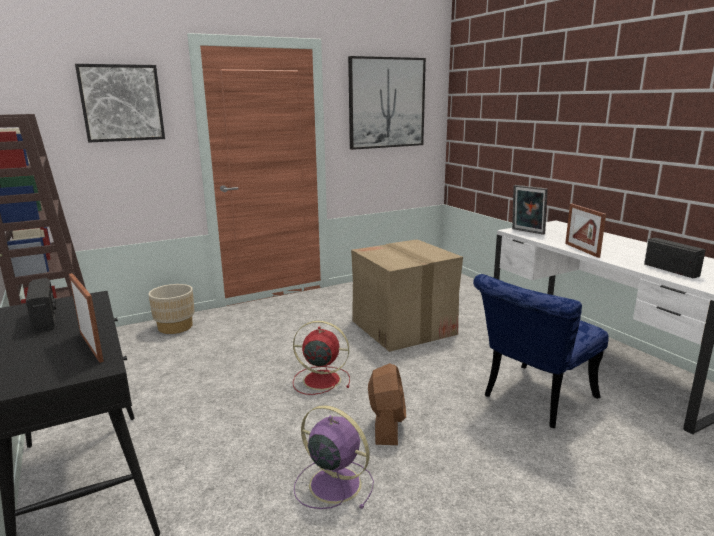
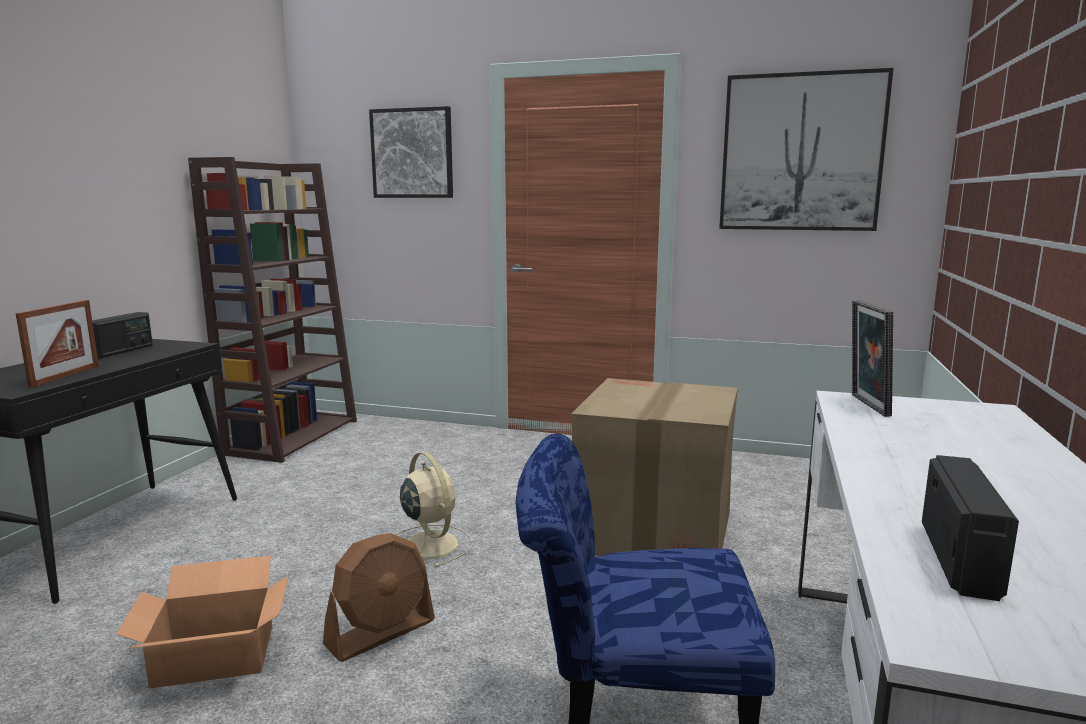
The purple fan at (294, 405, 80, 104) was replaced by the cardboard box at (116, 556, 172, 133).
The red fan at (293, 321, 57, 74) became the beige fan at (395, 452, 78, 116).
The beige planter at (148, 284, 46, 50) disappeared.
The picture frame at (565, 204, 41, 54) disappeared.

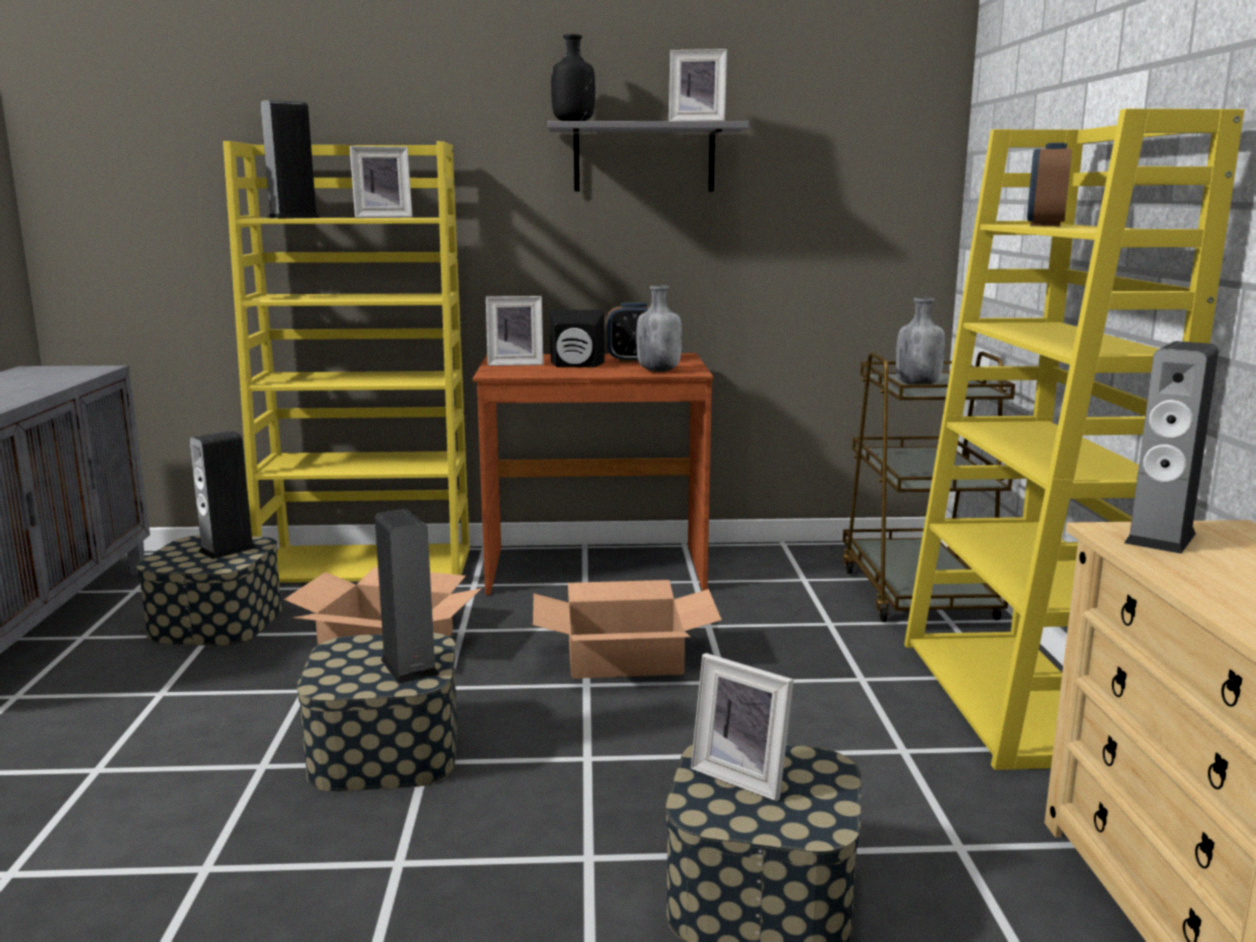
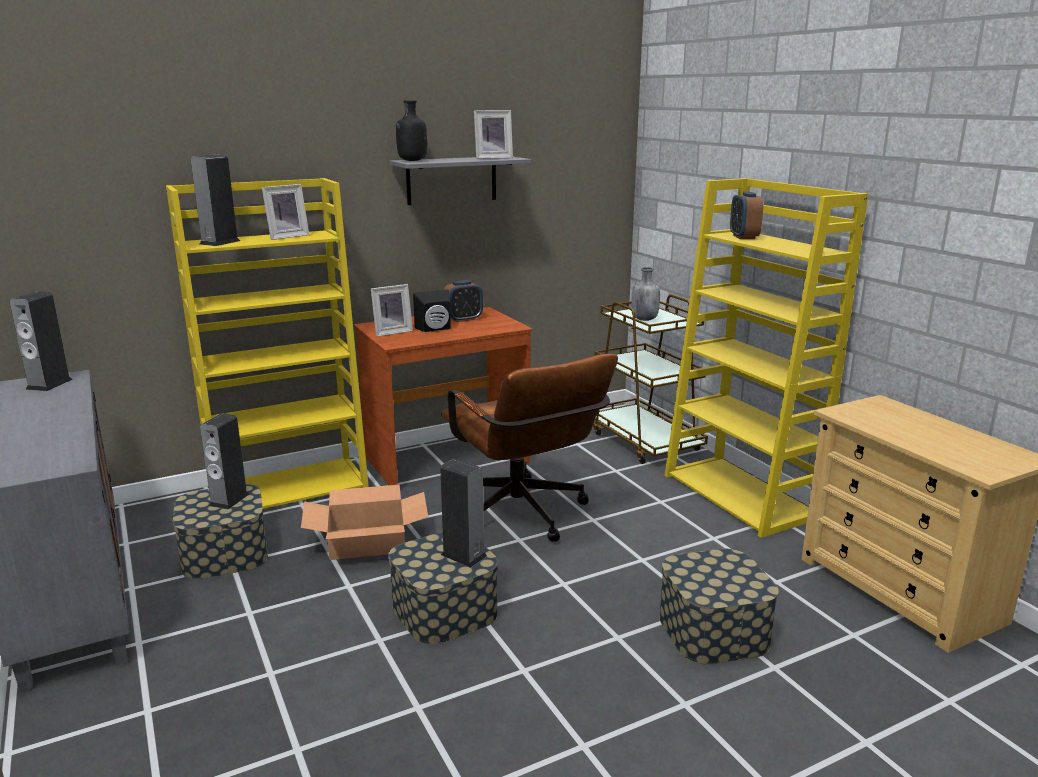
The speaker moved from (1124, 341, 95, 213) to (9, 291, 64, 100).
The cardboard box at (533, 580, 189, 99) was replaced by the brown office chair at (441, 354, 177, 188).
The grey bottle at (636, 285, 46, 87) disappeared.
The picture frame at (691, 653, 103, 148) disappeared.

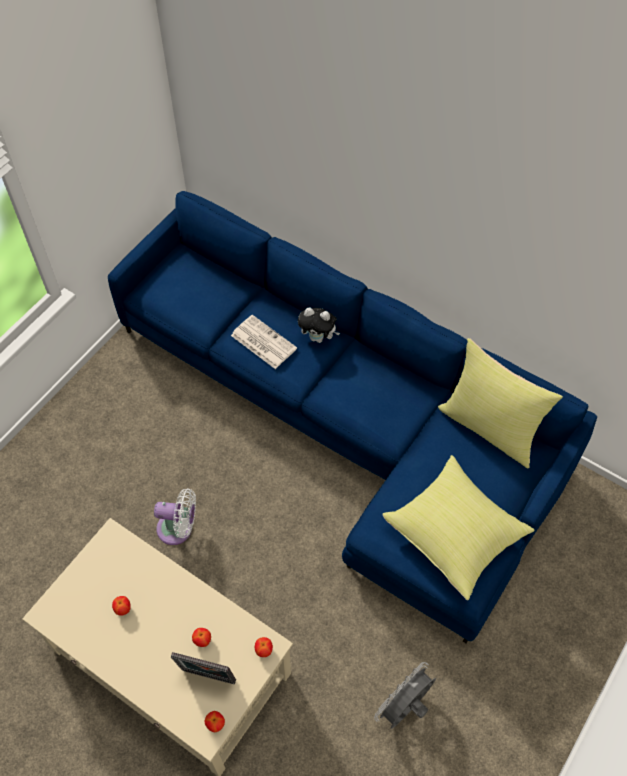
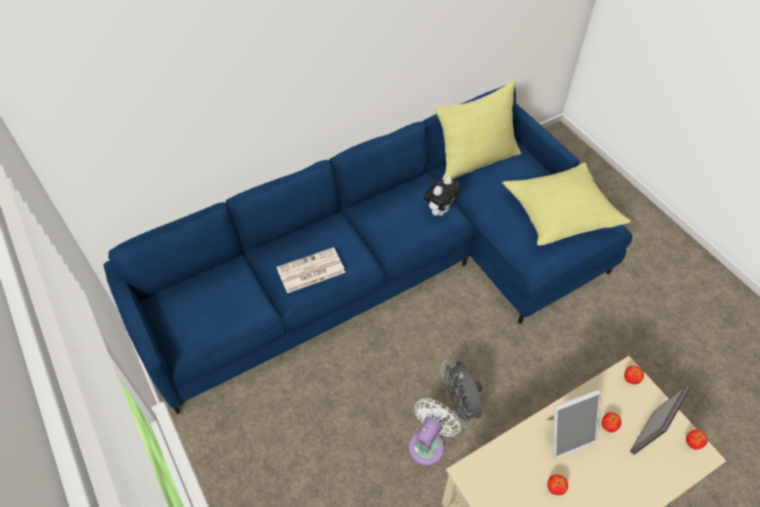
The plush toy moved from (298, 308, 42, 35) to (424, 176, 37, 40).
The grey fan moved from (374, 662, 62, 67) to (440, 361, 43, 67).
The picture frame at (546, 389, 55, 70) appeared.

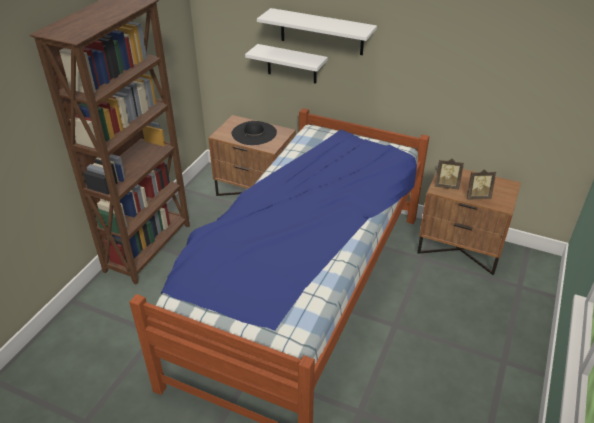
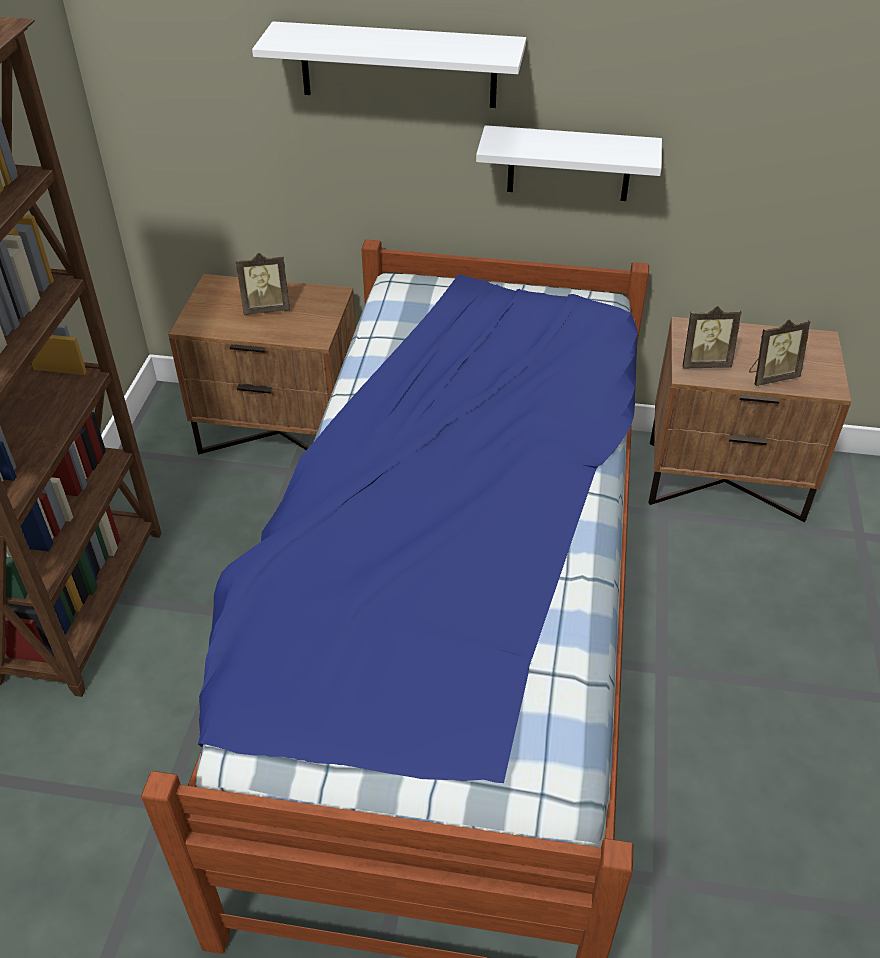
The black hat at (232, 121, 45, 24) was replaced by the picture frame at (236, 253, 54, 62).
The white shelf moved from (245, 44, 83, 40) to (476, 125, 186, 76).

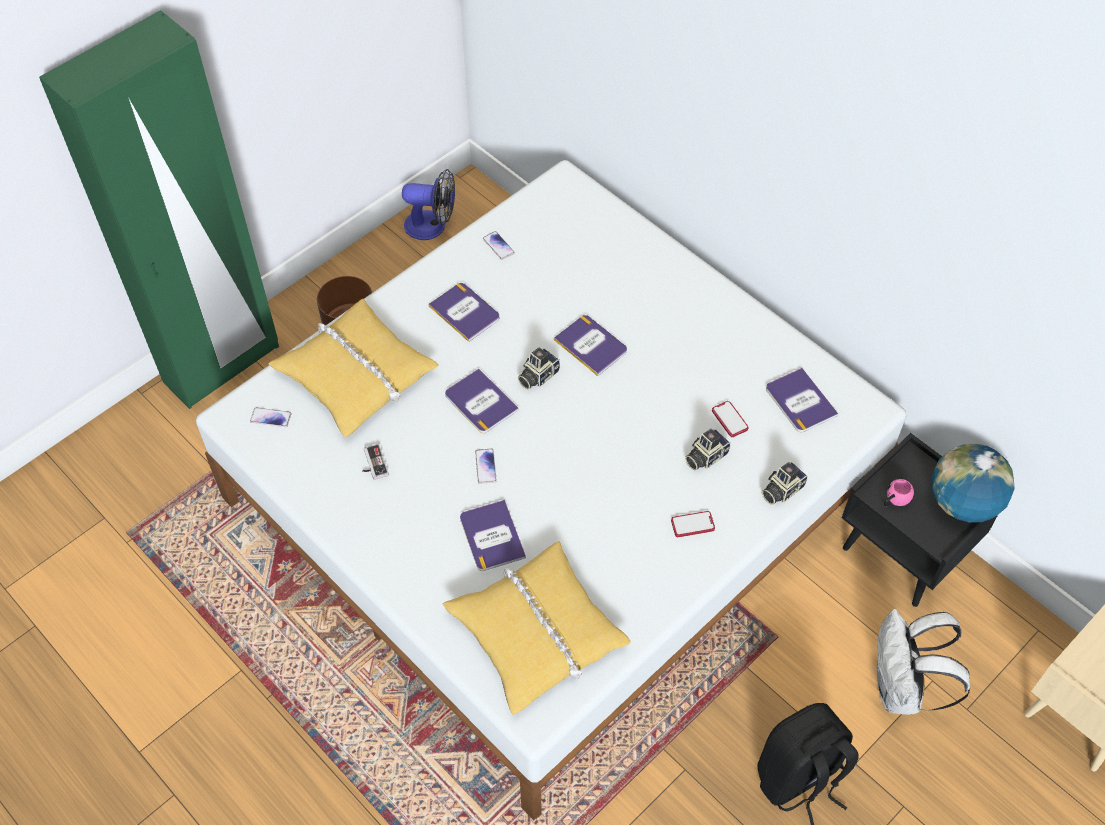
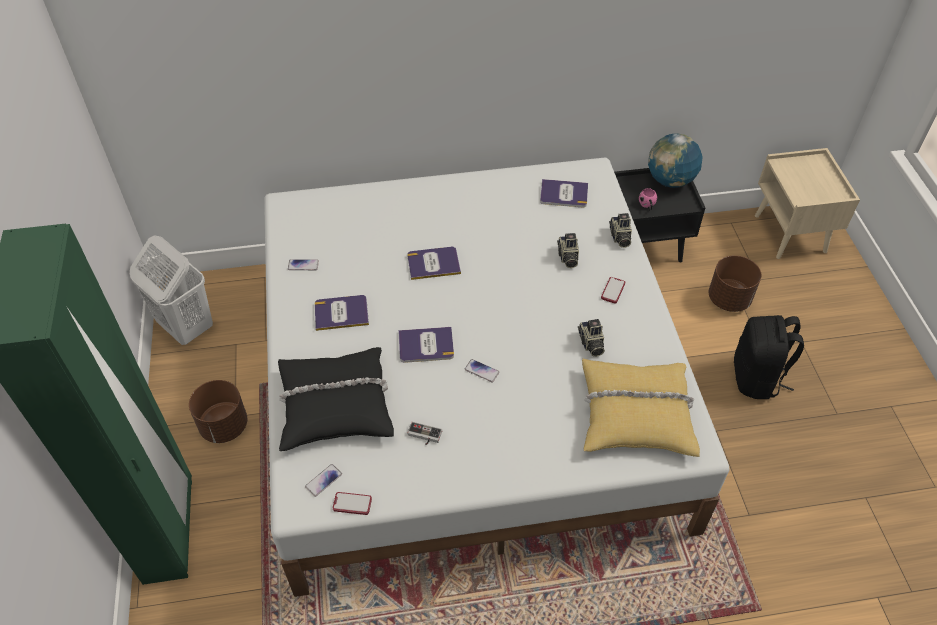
The fan at (402, 169, 53, 71) was replaced by the white laundry basket at (130, 235, 83, 110).
The yellow pillow at (269, 299, 169, 139) became the black pillow at (278, 347, 116, 104).
The phone moved from (712, 401, 37, 36) to (333, 492, 39, 23).
The photo camera moved from (518, 347, 42, 42) to (578, 319, 27, 38).
The white backpack at (876, 609, 94, 106) was replaced by the brown planter at (709, 256, 52, 56).
The book at (460, 500, 66, 71) disappeared.

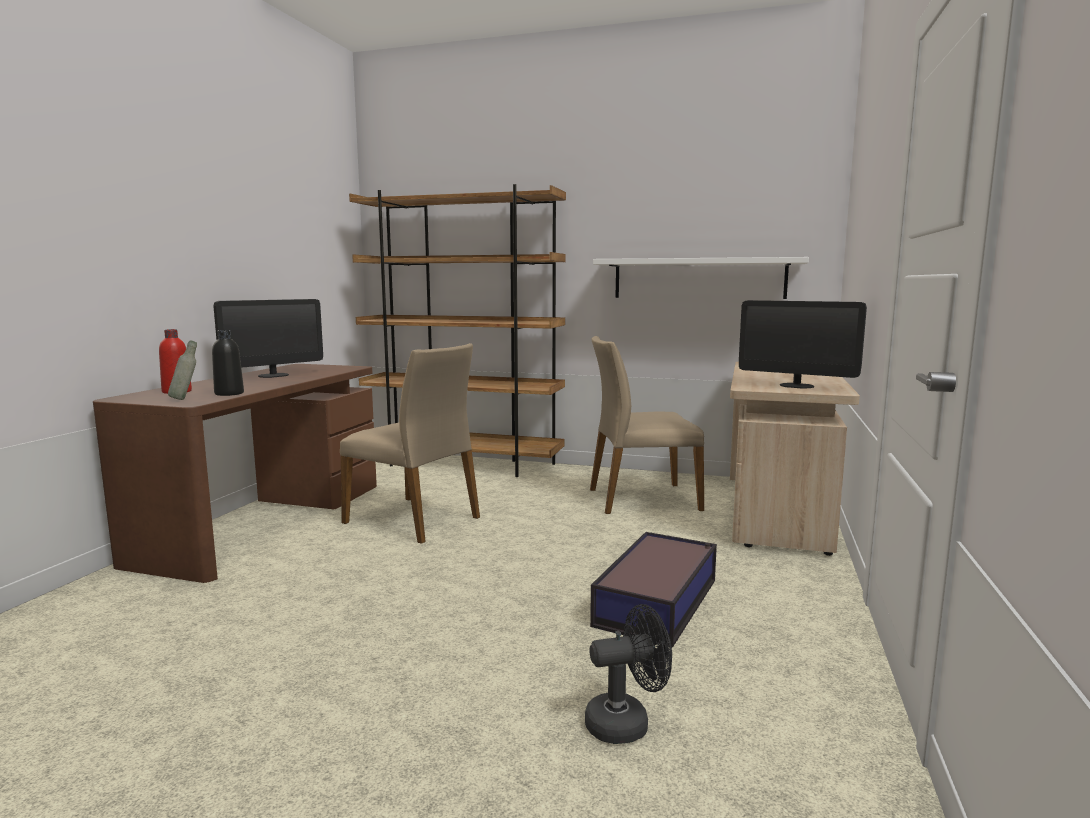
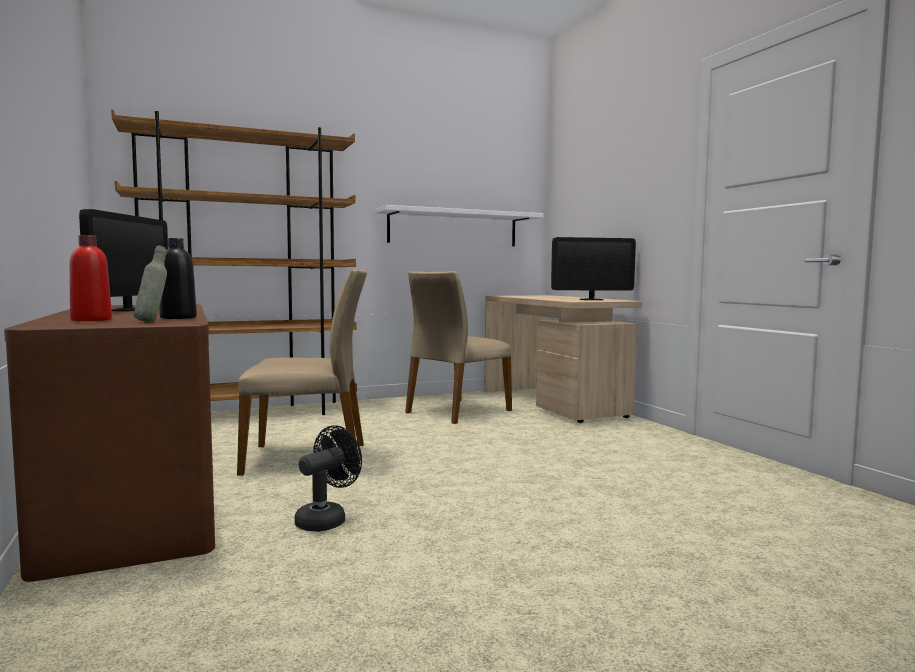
The black fan moved from (585, 604, 87, 140) to (295, 425, 67, 107).
The storage box at (590, 532, 127, 116) disappeared.

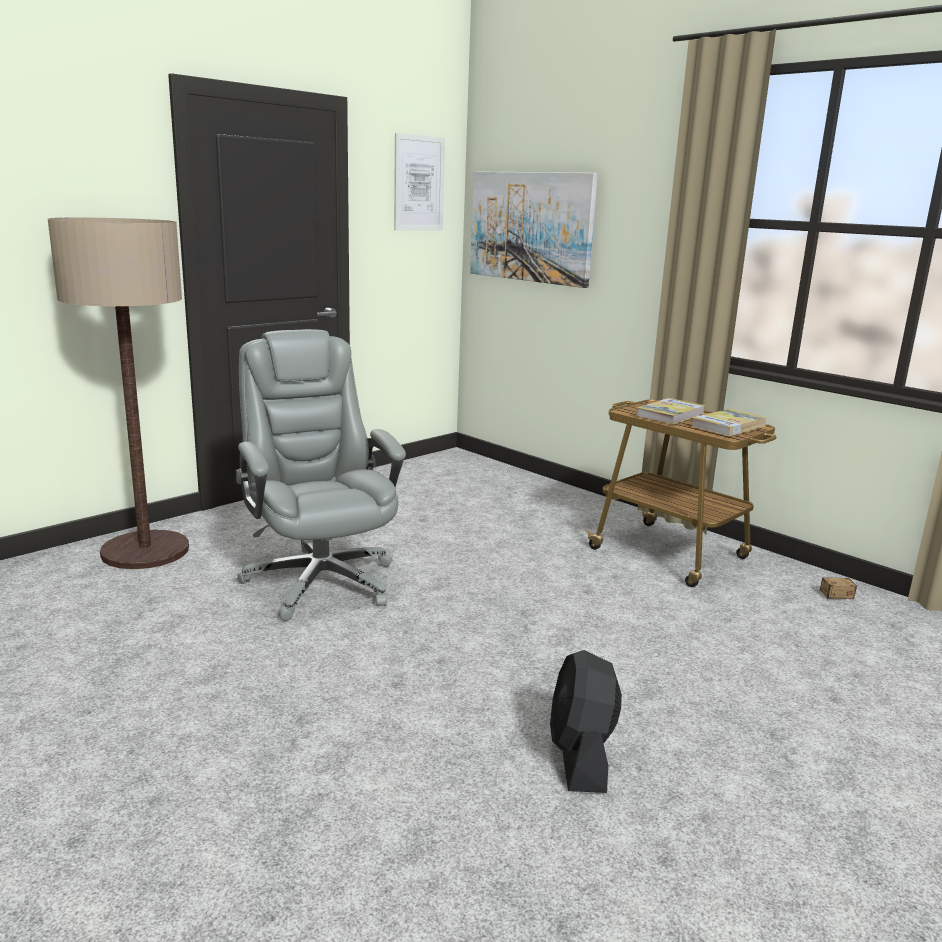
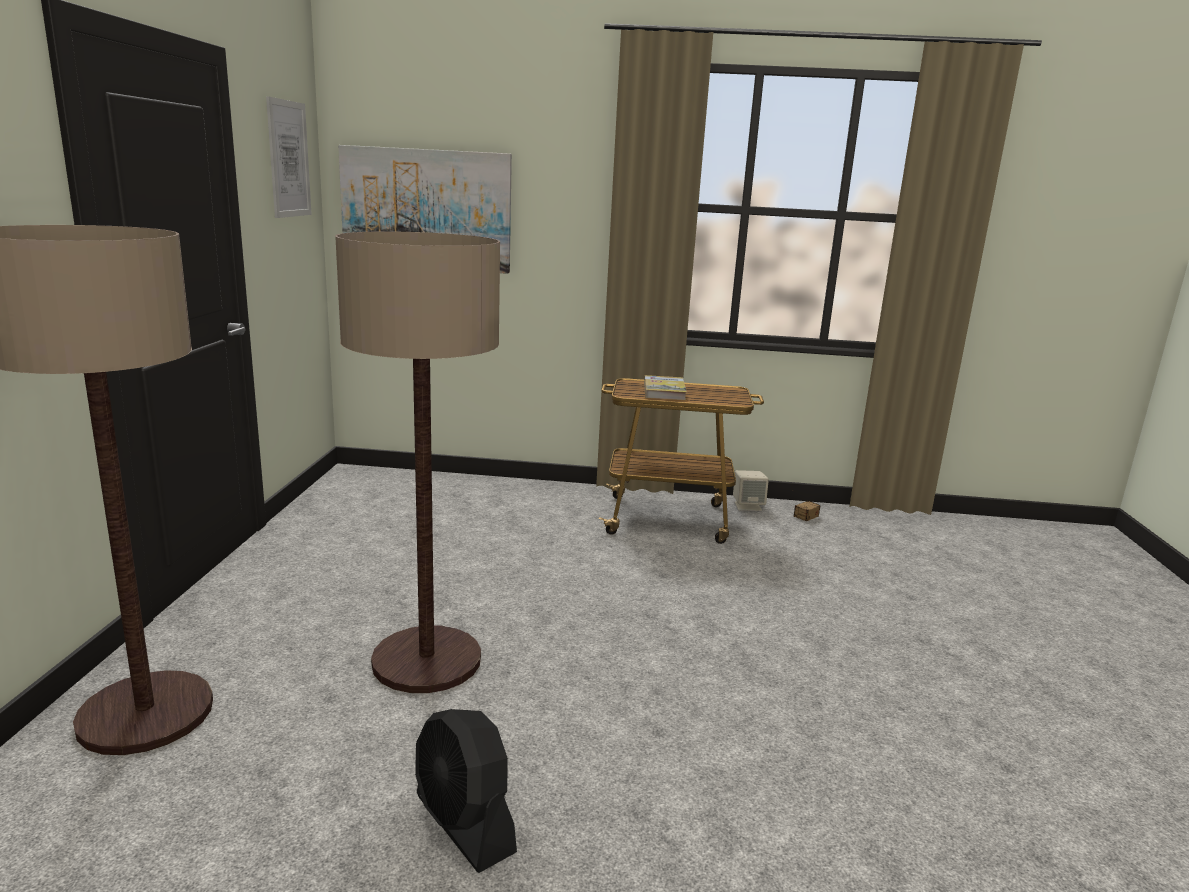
The grey office chair at (235, 329, 171, 292) was replaced by the floor lamp at (335, 231, 165, 462).
The black fan moved from (550, 650, 72, 143) to (415, 709, 102, 164).
The beige speaker at (733, 470, 36, 41) appeared.
The book at (691, 409, 76, 28) disappeared.

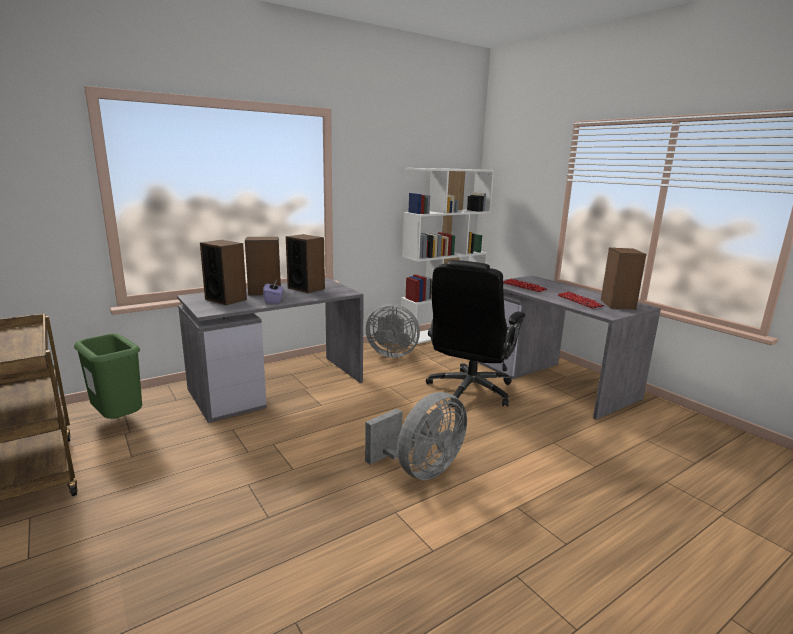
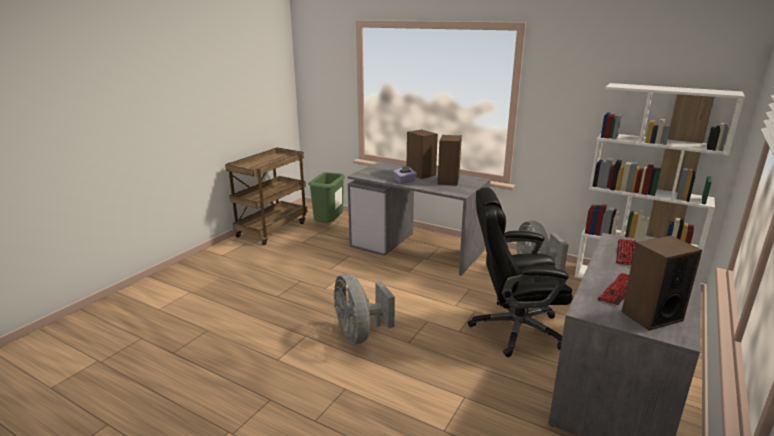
The grey fan at (365, 392, 102, 88) turned 45 degrees clockwise.
The speaker at (200, 240, 47, 65) disappeared.

